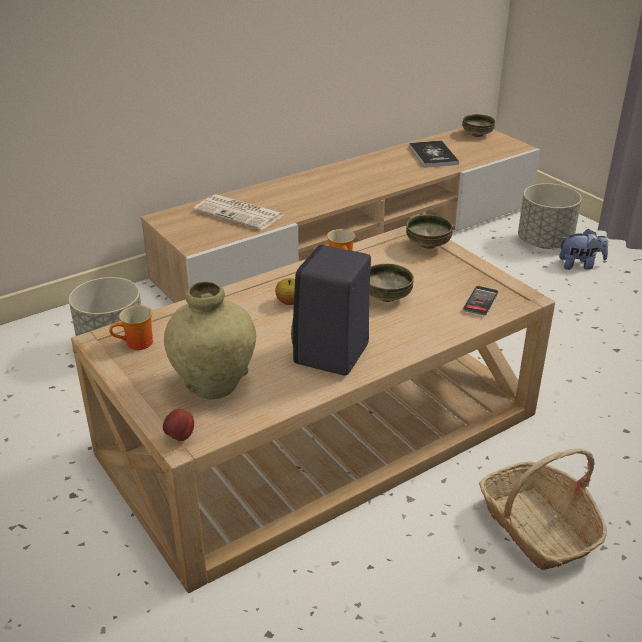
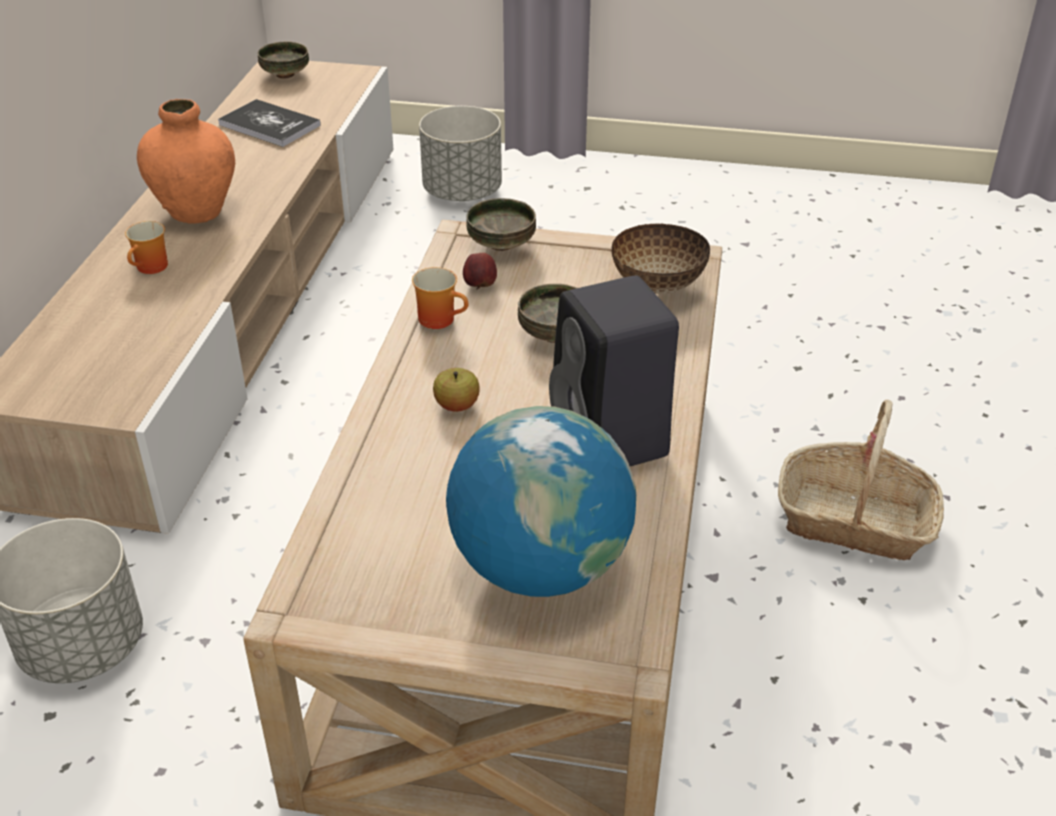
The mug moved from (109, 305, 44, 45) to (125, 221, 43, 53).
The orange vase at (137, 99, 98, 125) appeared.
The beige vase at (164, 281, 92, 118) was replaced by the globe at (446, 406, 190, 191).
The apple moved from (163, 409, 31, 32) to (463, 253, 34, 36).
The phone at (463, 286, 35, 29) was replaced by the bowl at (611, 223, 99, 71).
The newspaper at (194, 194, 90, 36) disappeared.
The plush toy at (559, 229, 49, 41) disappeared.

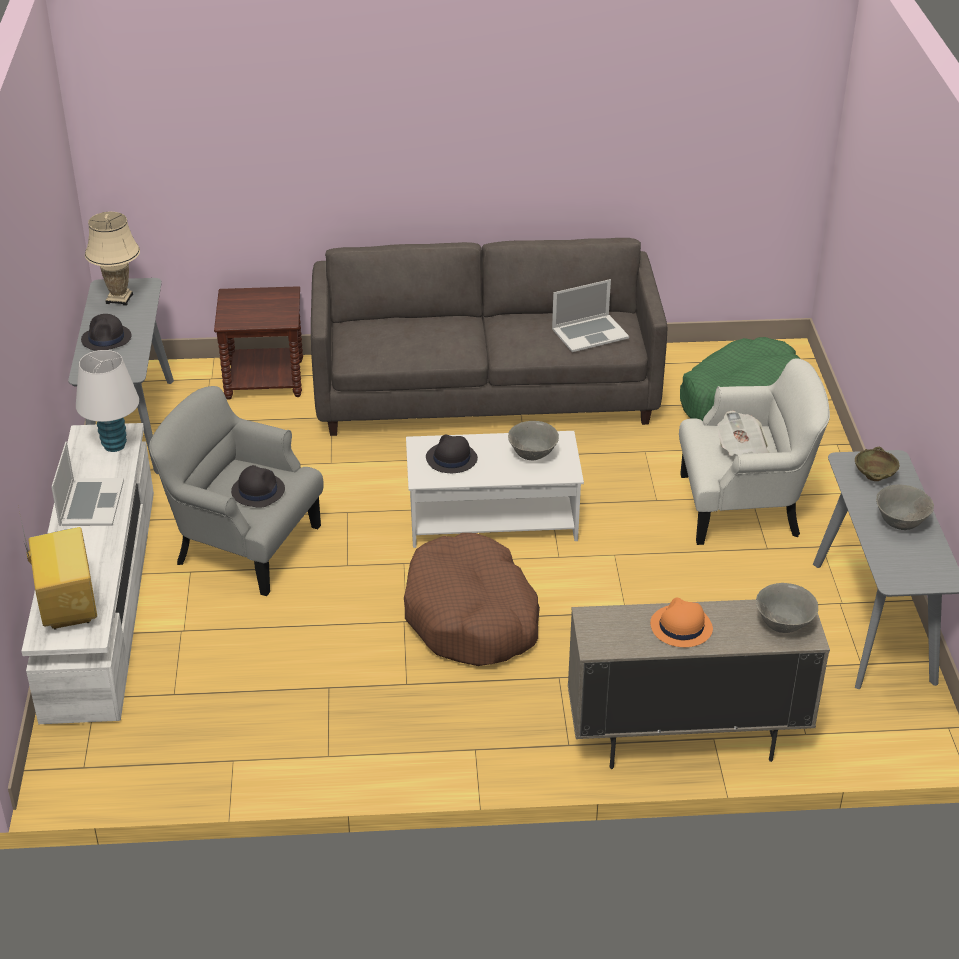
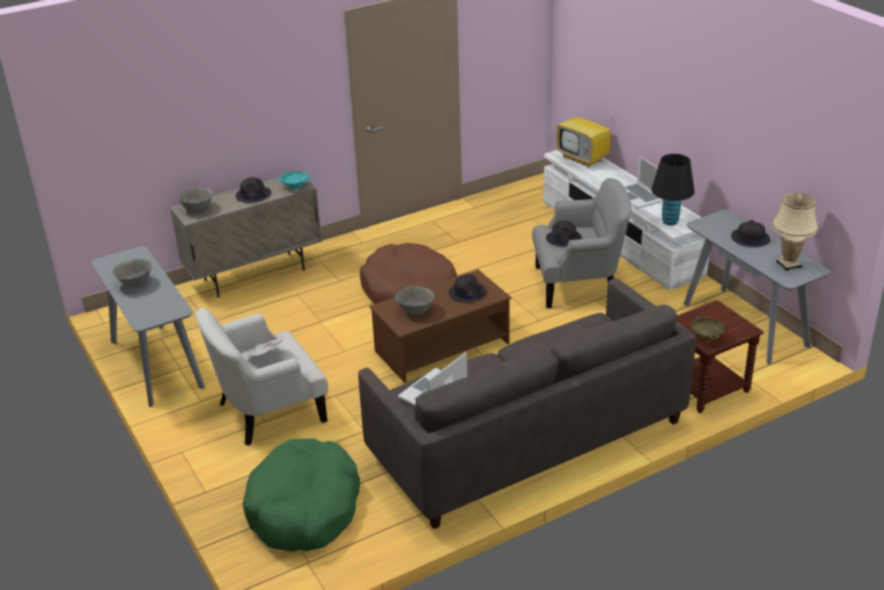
The orange hat at (650, 597, 63, 50) became the black hat at (236, 177, 35, 26).
The turquoise bowl at (277, 171, 34, 19) appeared.
The white coffee table at (406, 431, 178, 117) became the brown coffee table at (369, 269, 143, 114).
The white table lamp at (76, 350, 63, 102) became the black table lamp at (651, 154, 44, 72).
The beige bowl moved from (855, 447, 44, 34) to (691, 316, 34, 25).

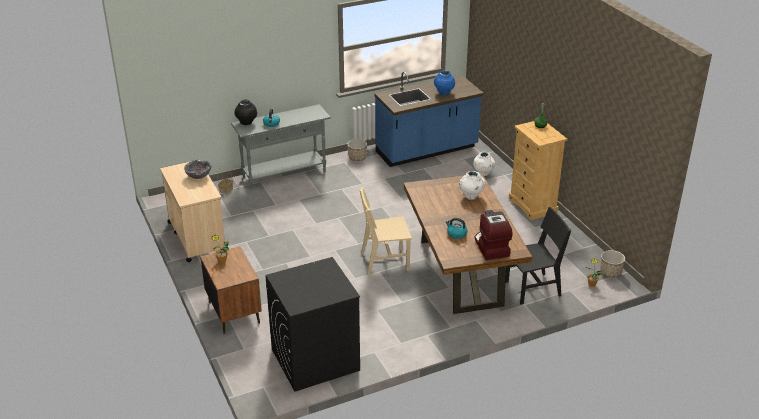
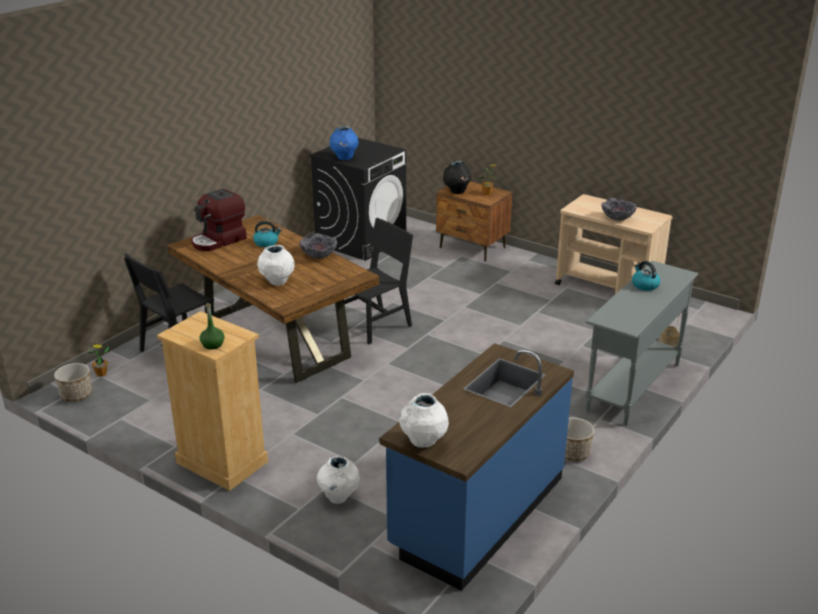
The coffee machine at (474, 210, 39, 50) turned 90 degrees clockwise.
The bowl at (300, 233, 37, 26) appeared.
The blue vase moved from (434, 70, 21, 25) to (330, 127, 28, 33).
The beige chair at (360, 187, 52, 88) became the black chair at (344, 218, 69, 126).
The white vase at (399, 393, 50, 55) appeared.
The black vase moved from (234, 100, 23, 25) to (443, 161, 28, 33).

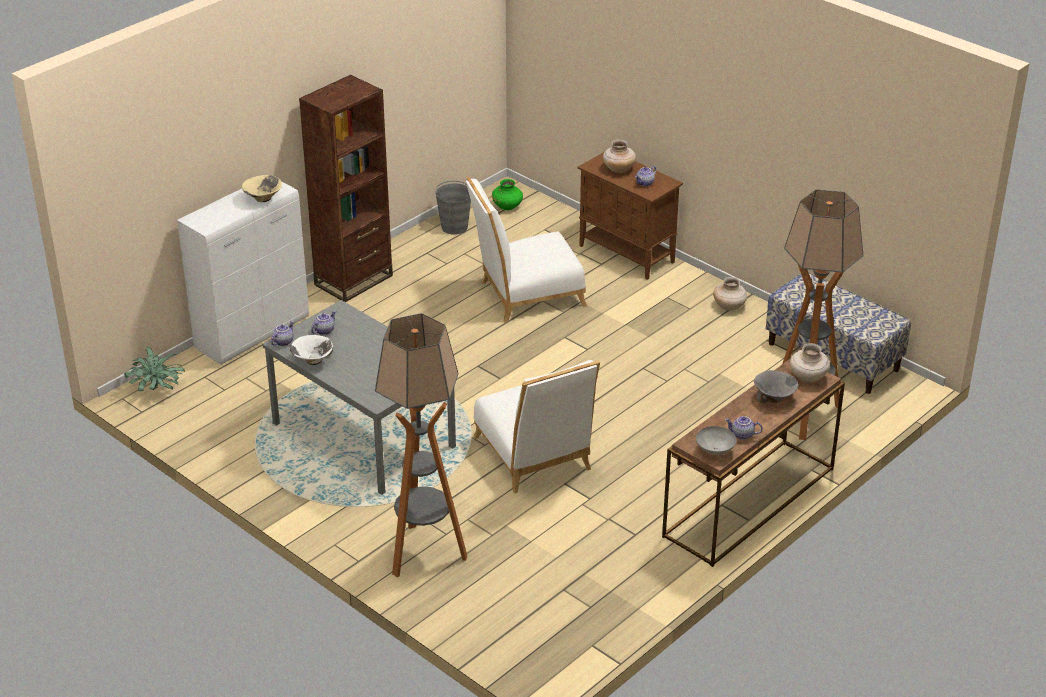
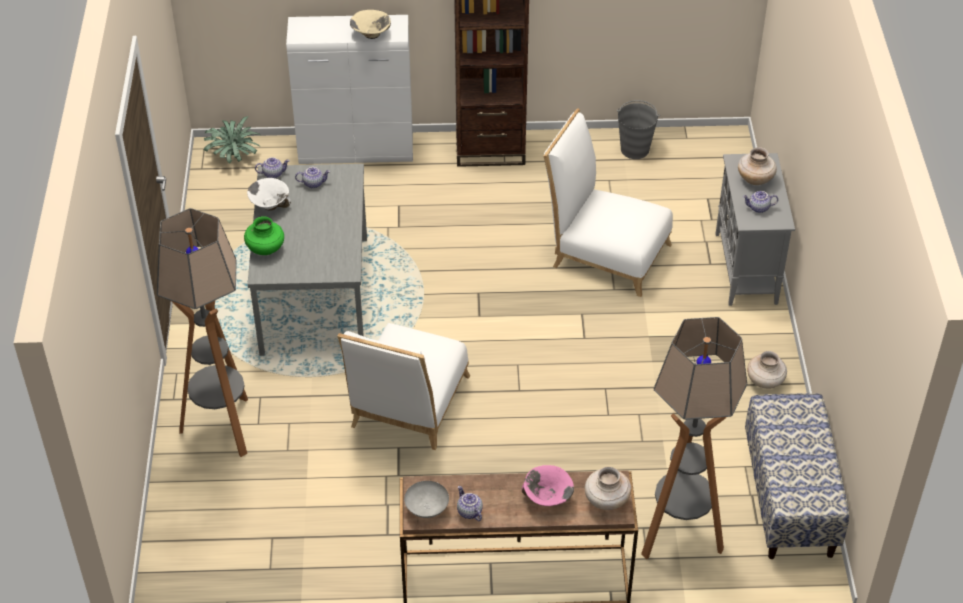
The green vase moved from (492, 179, 31, 31) to (244, 216, 40, 39).
The grey bowl at (754, 370, 45, 34) became the pink bowl at (522, 465, 52, 41).
The brown cabinet at (578, 152, 105, 128) became the grey cabinet at (715, 153, 80, 153).

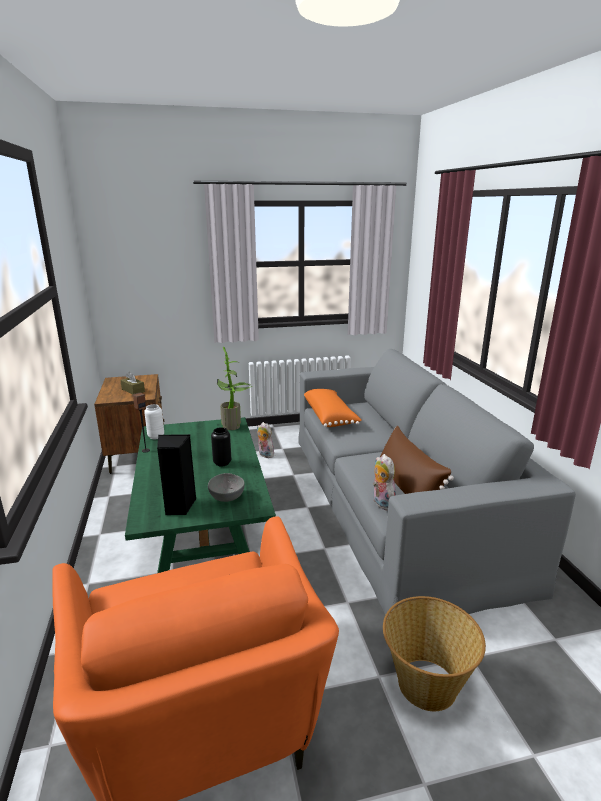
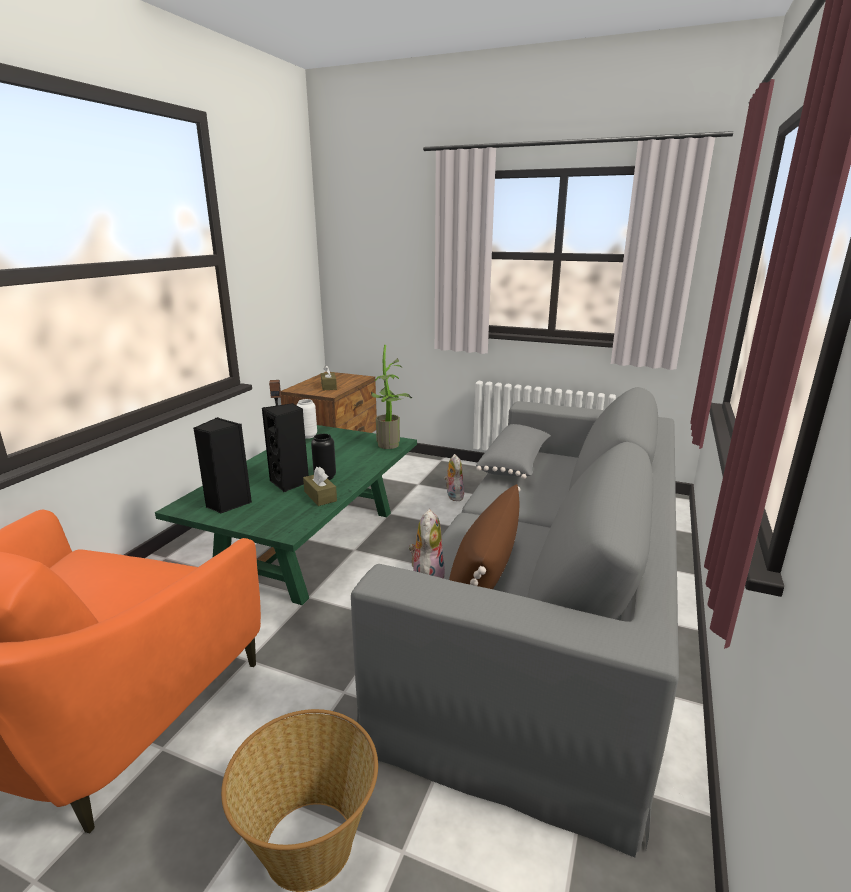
The black speaker at (262, 403, 47, 89) appeared.
The brown tissue box at (303, 467, 34, 39) appeared.
The orange pillow at (304, 389, 58, 38) became the grey pillow at (476, 424, 75, 55).
The grey bowl at (208, 473, 37, 29) disappeared.

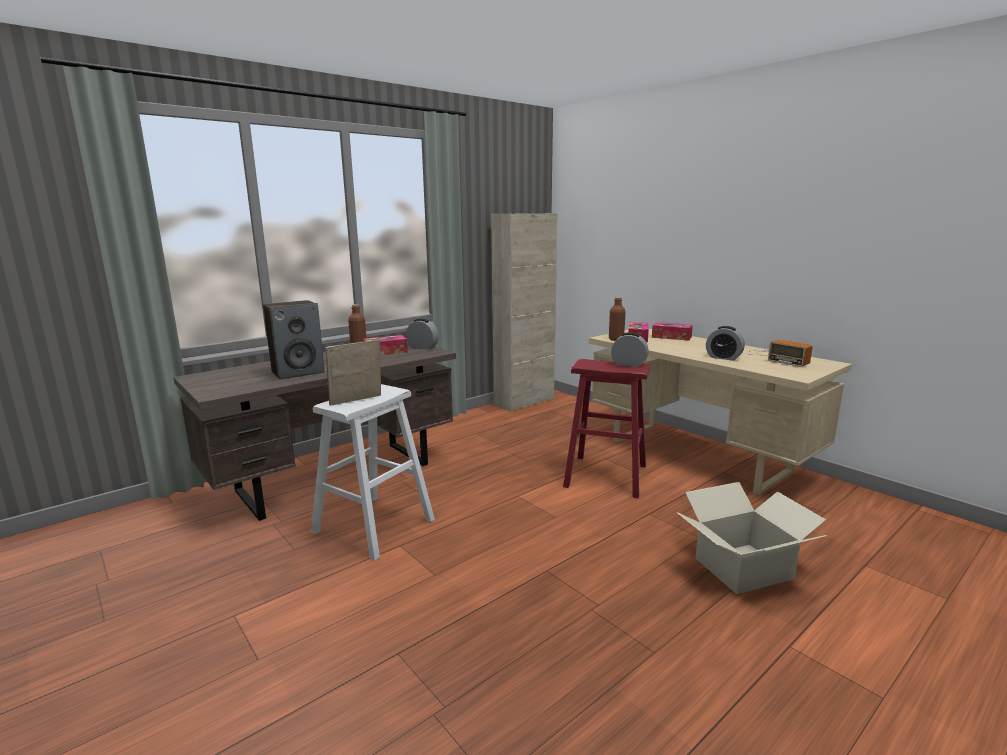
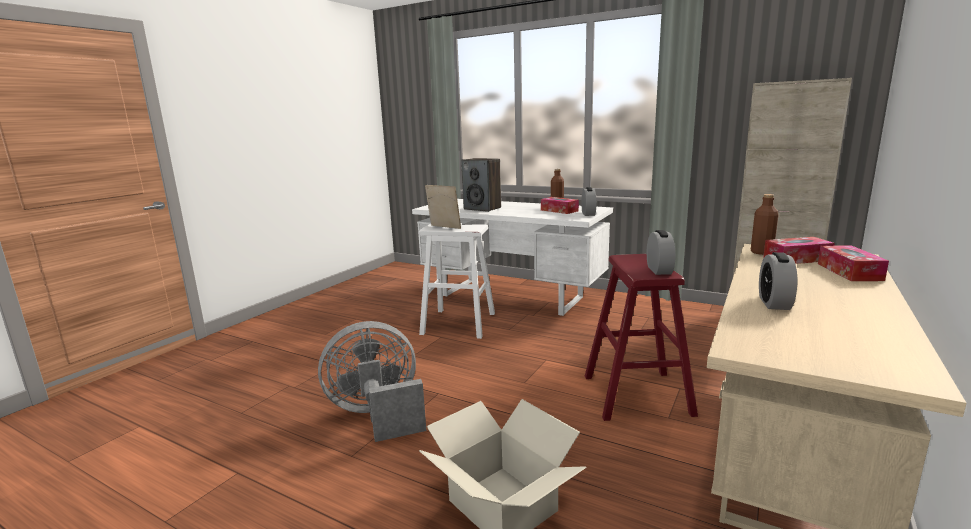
The grey fan at (318, 321, 108, 121) appeared.
The brown desk at (173, 342, 283, 179) became the white desk at (412, 199, 201, 117).
The radio at (747, 339, 66, 28) disappeared.

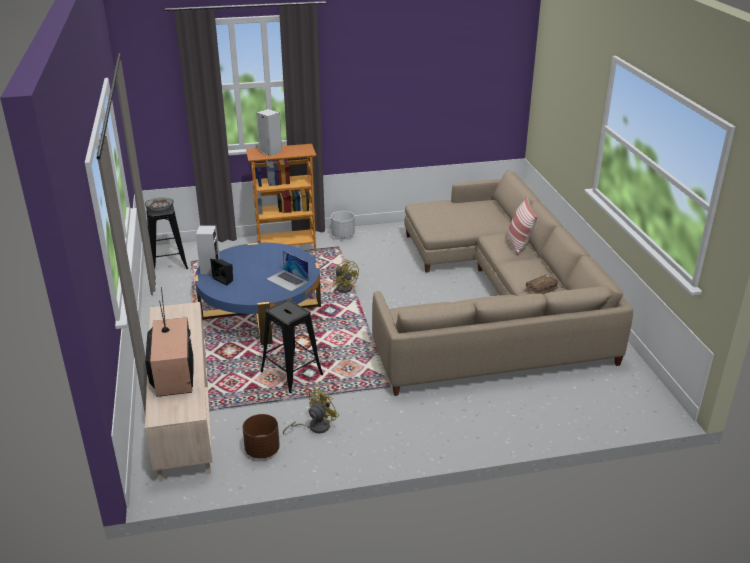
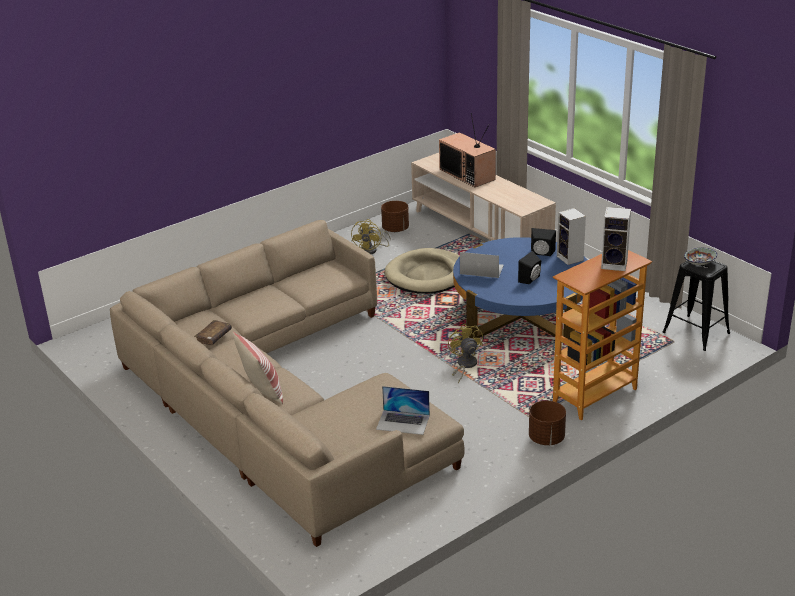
The laptop at (376, 386, 54, 49) appeared.
The black stool at (260, 300, 64, 93) was replaced by the beige dog bed at (384, 248, 76, 46).
The yellow fan at (333, 259, 26, 34) turned 45 degrees clockwise.
The black speaker at (518, 251, 23, 33) appeared.
The white planter at (331, 211, 24, 27) became the brown planter at (529, 401, 37, 44).

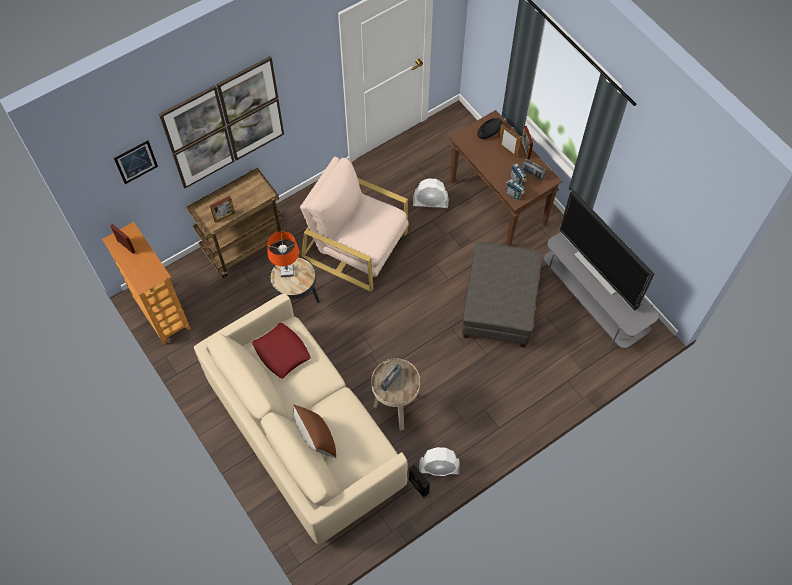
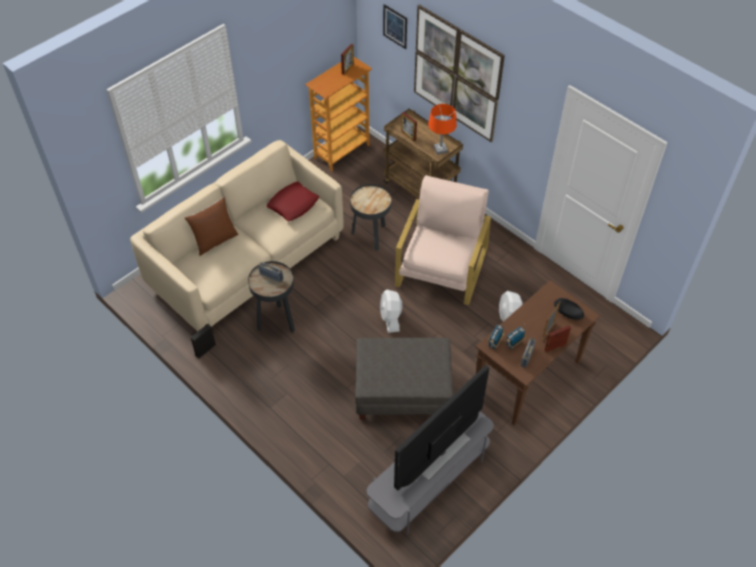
The beige side table at (371, 358, 49, 73) became the black side table at (248, 261, 47, 72).
The white fan moved from (419, 447, 41, 29) to (380, 290, 22, 43).
The orange table lamp moved from (267, 231, 32, 46) to (428, 104, 29, 51).

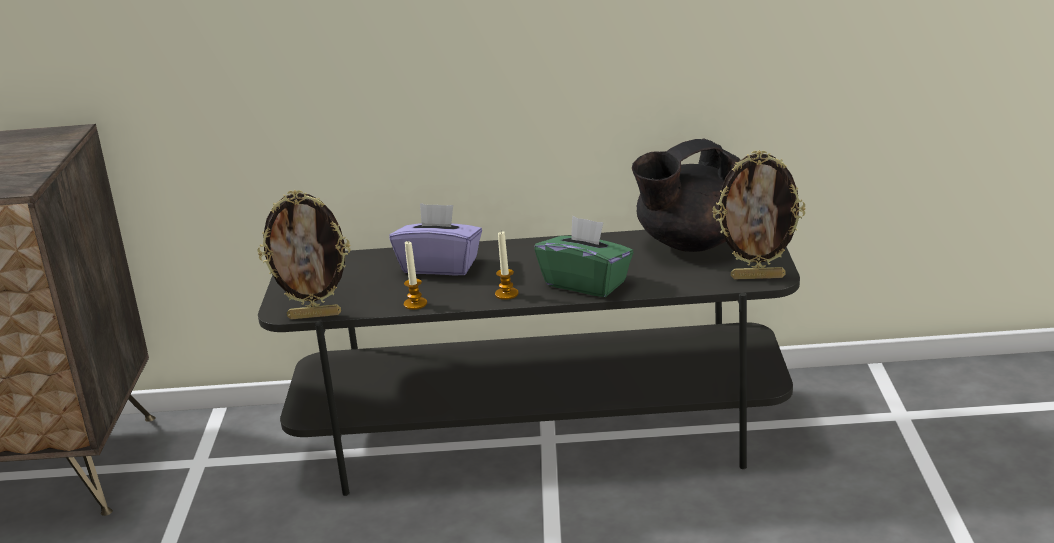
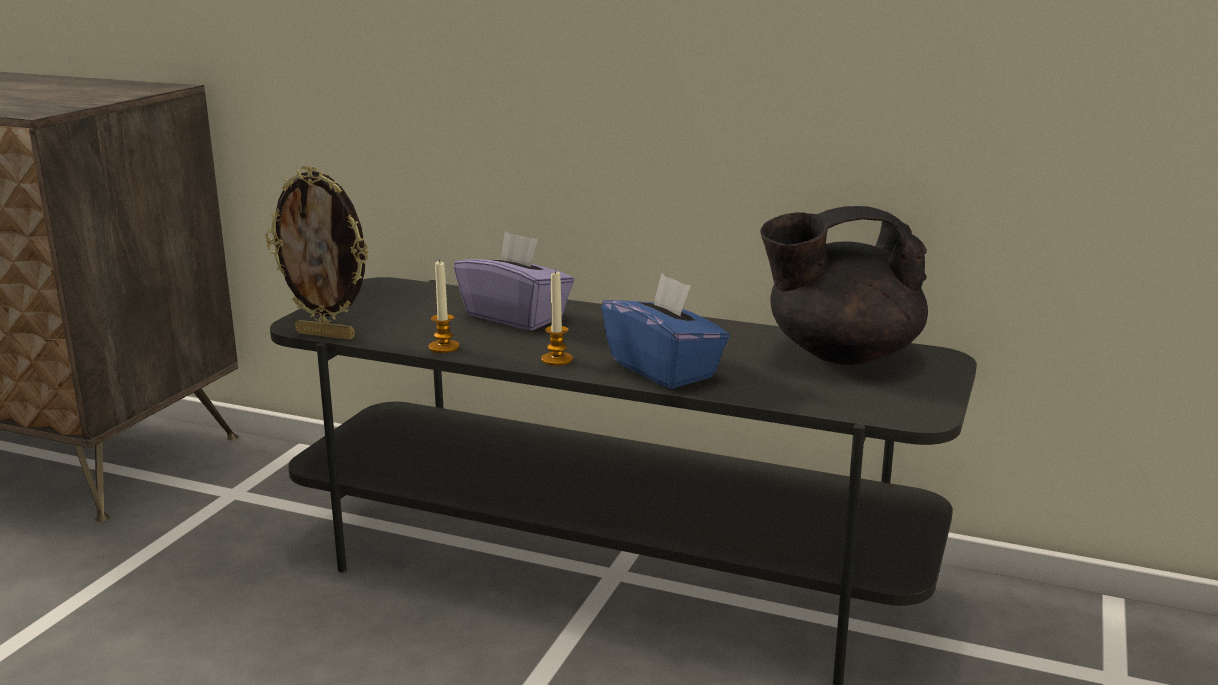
The green tissue box at (534, 216, 100, 81) became the blue tissue box at (601, 273, 129, 116).
The picture frame at (712, 150, 94, 129) disappeared.

